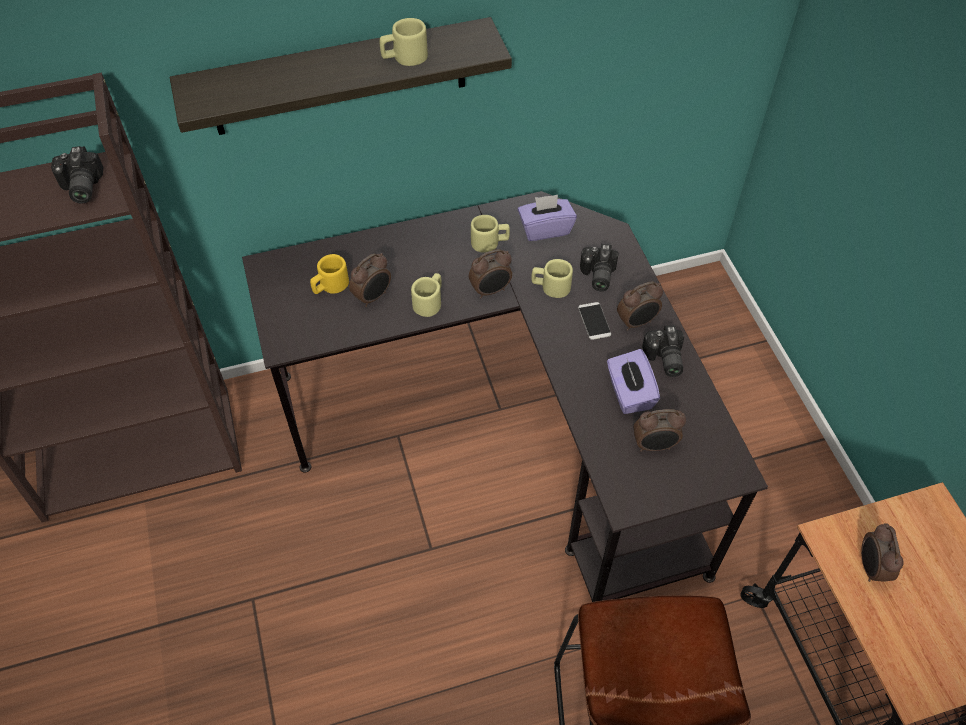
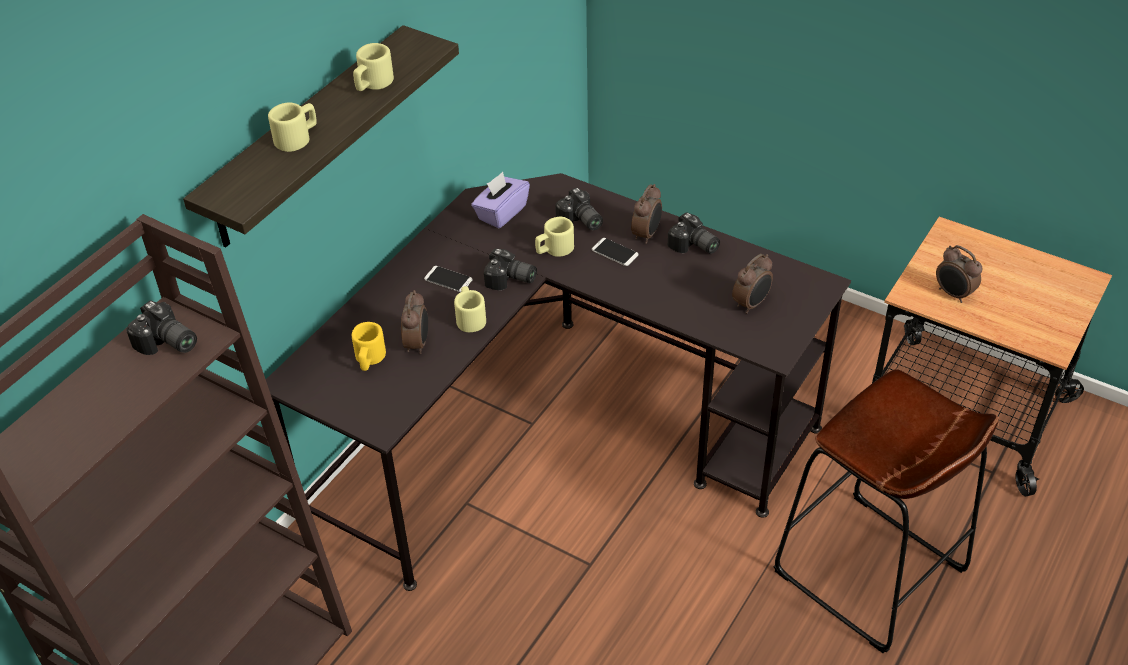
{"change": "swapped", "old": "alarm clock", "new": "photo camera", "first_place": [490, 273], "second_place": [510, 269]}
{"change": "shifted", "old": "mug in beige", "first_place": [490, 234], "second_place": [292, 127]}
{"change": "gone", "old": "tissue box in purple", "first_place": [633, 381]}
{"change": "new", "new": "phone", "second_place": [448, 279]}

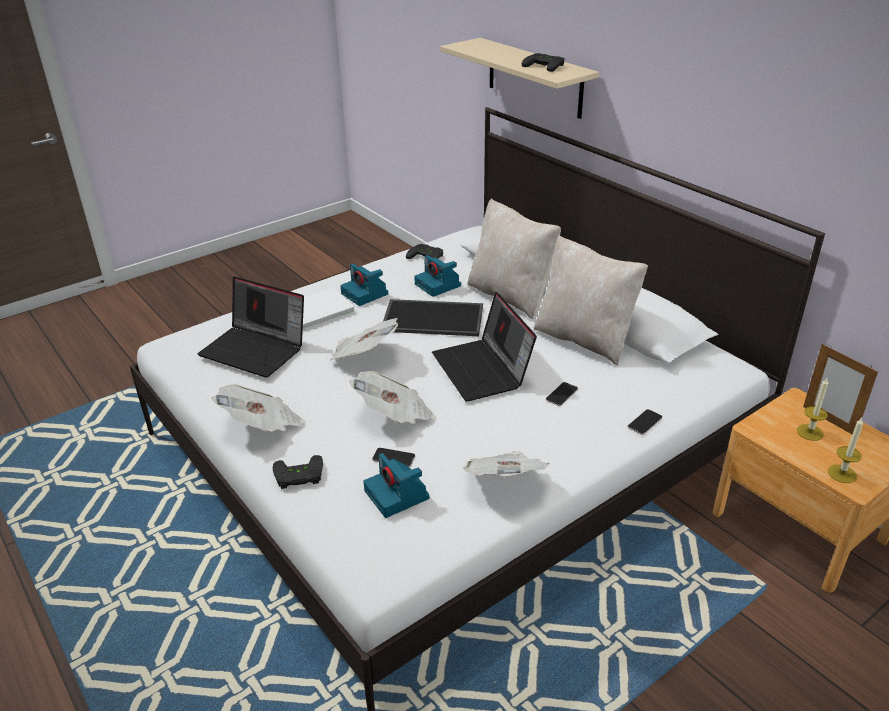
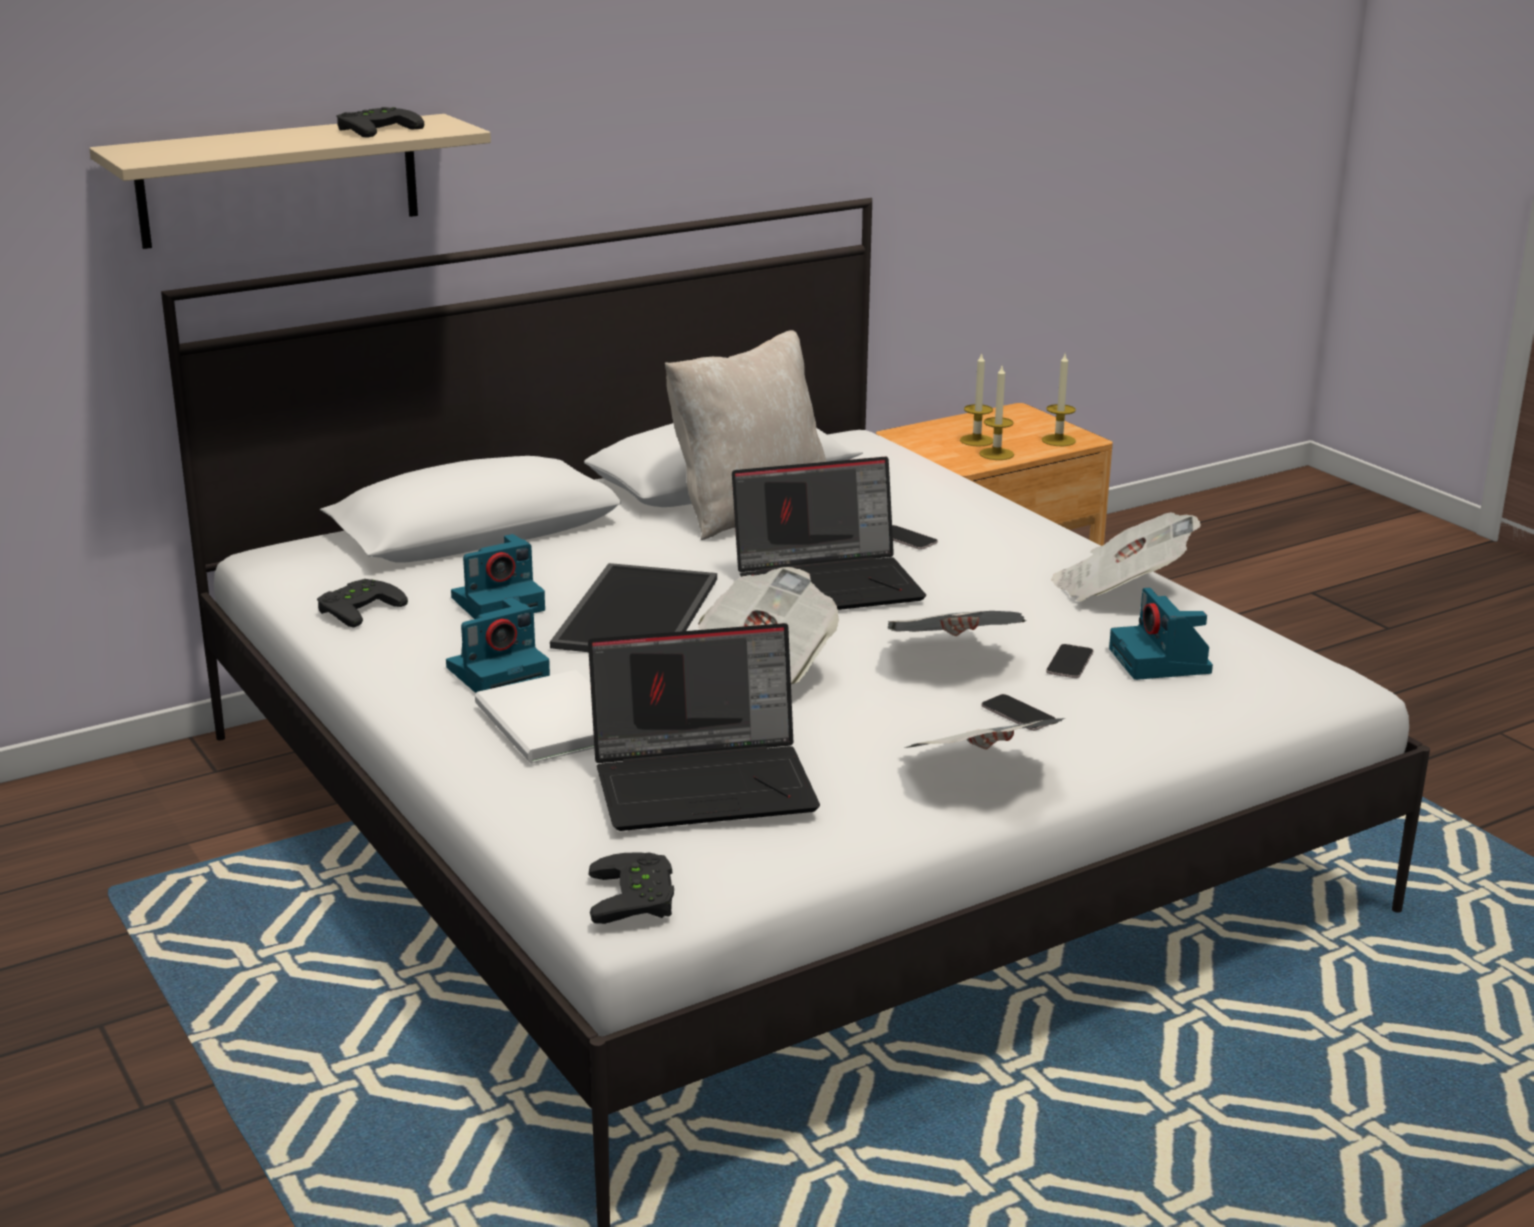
{"change": "rotated", "old": "laptop", "first_place": [251, 327], "second_place": [704, 727], "degrees": 45}
{"change": "shifted", "old": "game controller in black", "first_place": [298, 472], "second_place": [631, 888]}
{"change": "rotated", "old": "photo camera", "first_place": [396, 485], "second_place": [1161, 634], "degrees": 105}
{"change": "gone", "old": "pillow in beige", "first_place": [514, 258]}
{"change": "shifted", "old": "phone", "first_place": [645, 422], "second_place": [1018, 712]}
{"change": "gone", "old": "picture frame", "first_place": [840, 389]}
{"change": "new", "new": "candle", "second_place": [996, 413]}

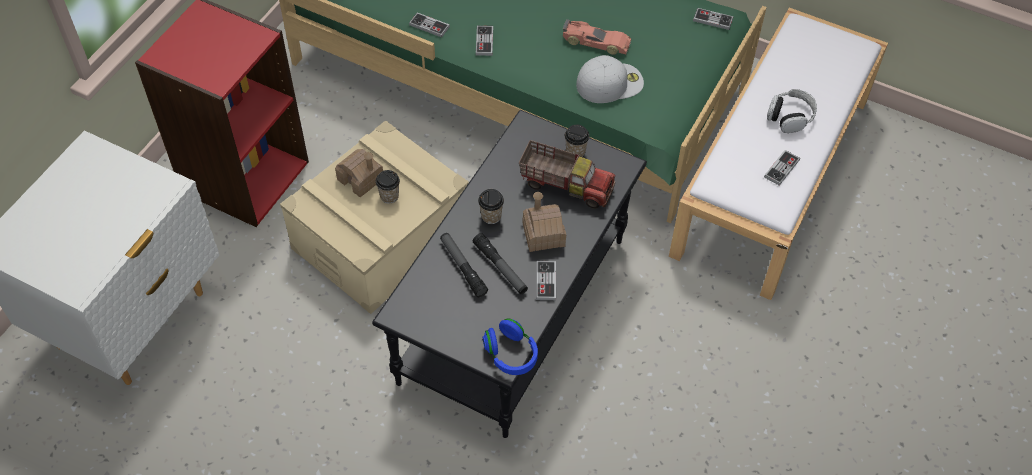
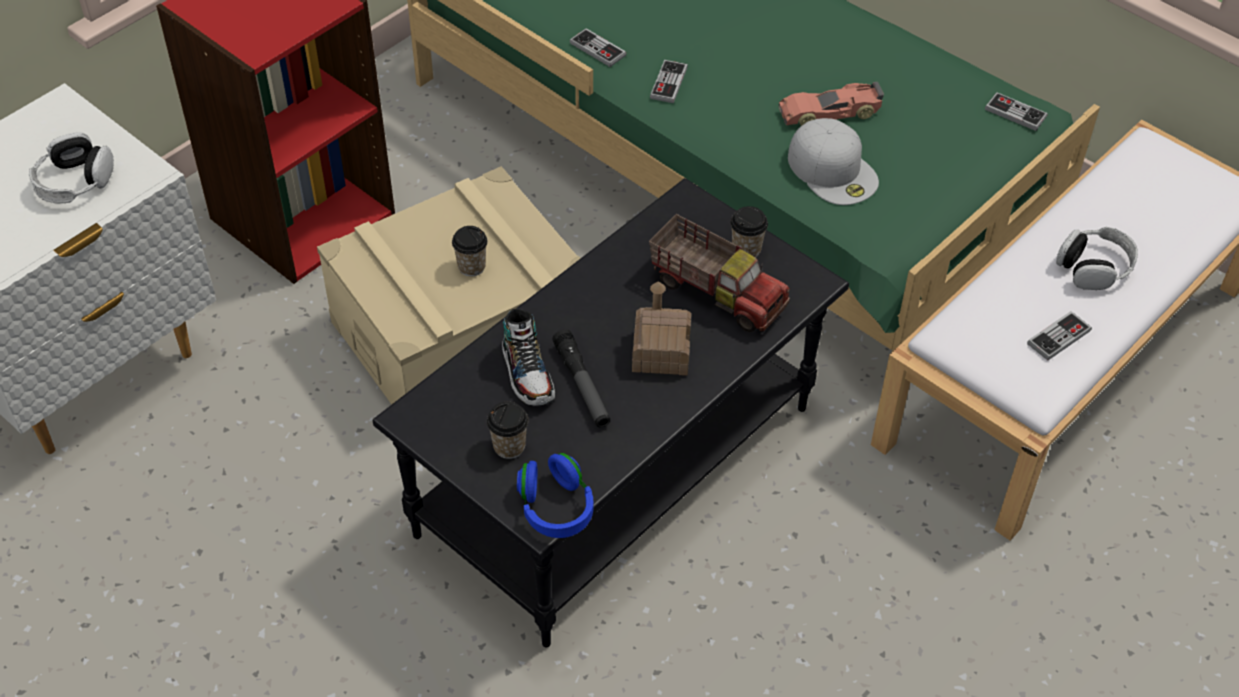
{"change": "gone", "old": "toy house", "first_place": [359, 173]}
{"change": "swapped", "old": "flashlight", "new": "shoe", "first_place": [464, 265], "second_place": [528, 357]}
{"change": "shifted", "old": "cup", "first_place": [491, 206], "second_place": [507, 430]}
{"change": "gone", "old": "game controller", "first_place": [546, 280]}
{"change": "rotated", "old": "toy car", "first_place": [597, 37], "second_place": [831, 104], "degrees": 135}
{"change": "rotated", "old": "cap in white", "first_place": [610, 79], "second_place": [833, 161], "degrees": 60}
{"change": "new", "new": "headphones", "second_place": [71, 168]}

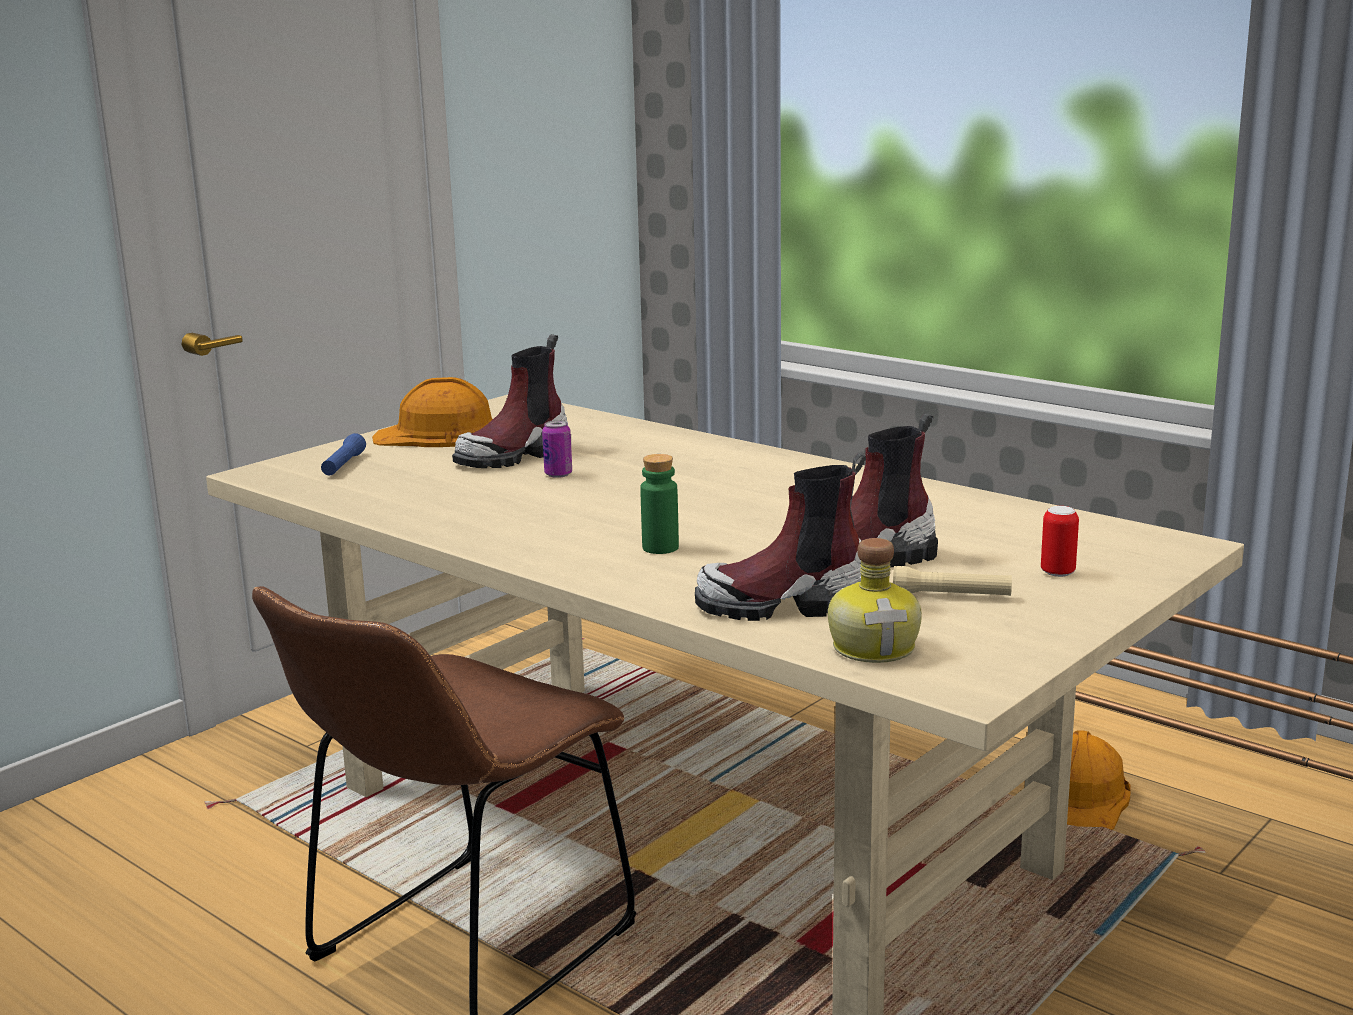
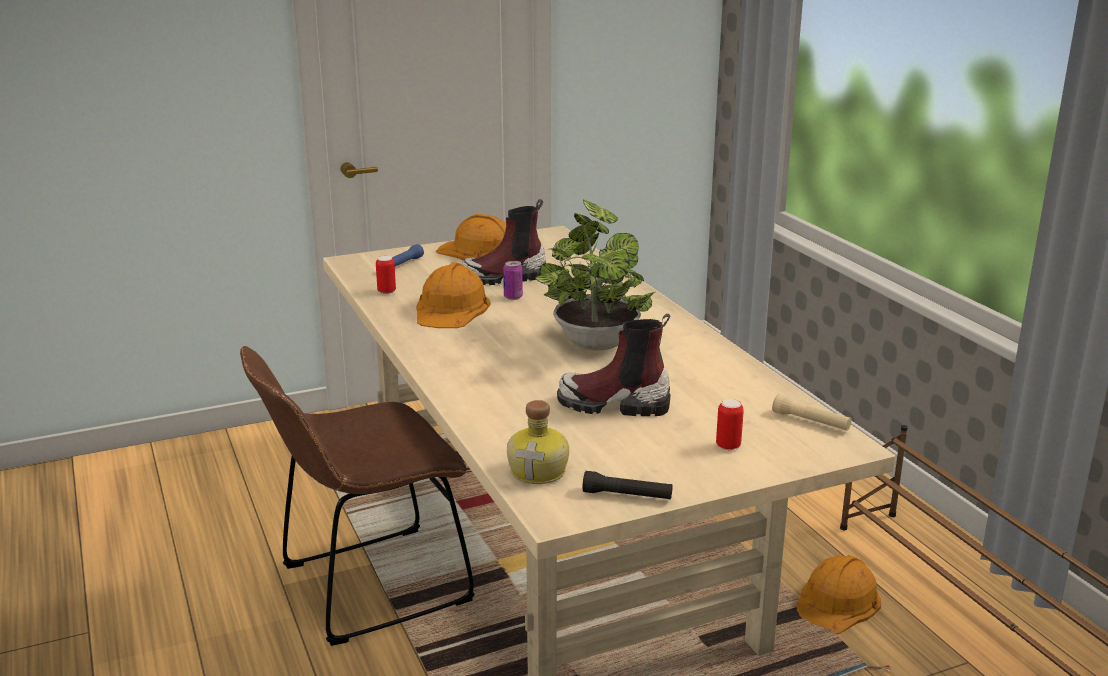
{"change": "gone", "old": "bottle in green", "first_place": [659, 504]}
{"change": "gone", "old": "boot", "first_place": [780, 536]}
{"change": "shifted", "old": "flashlight in beige", "first_place": [952, 581], "second_place": [812, 412]}
{"change": "new", "new": "can", "second_place": [386, 275]}
{"change": "new", "new": "hard hat in orange", "second_place": [453, 295]}
{"change": "new", "new": "potted plant", "second_place": [595, 275]}
{"change": "new", "new": "flashlight in black", "second_place": [628, 485]}

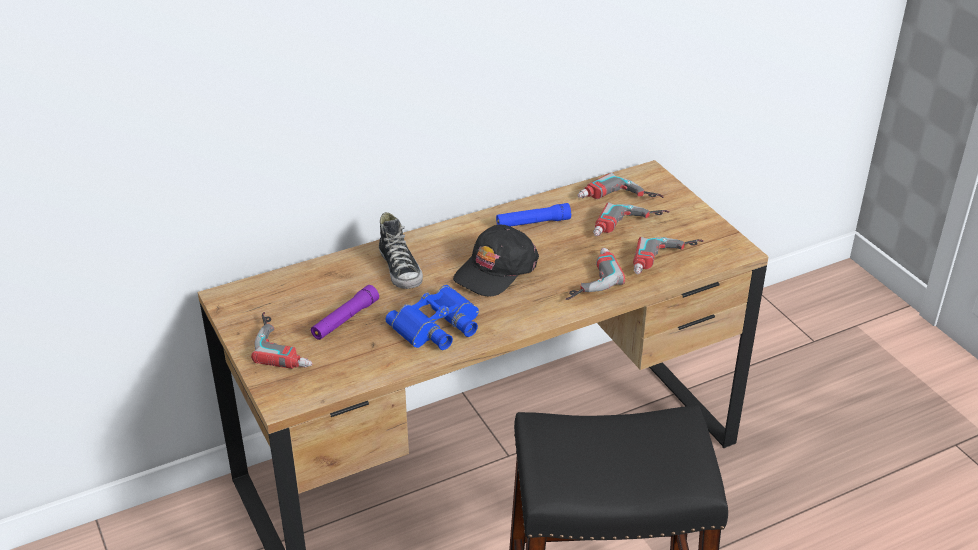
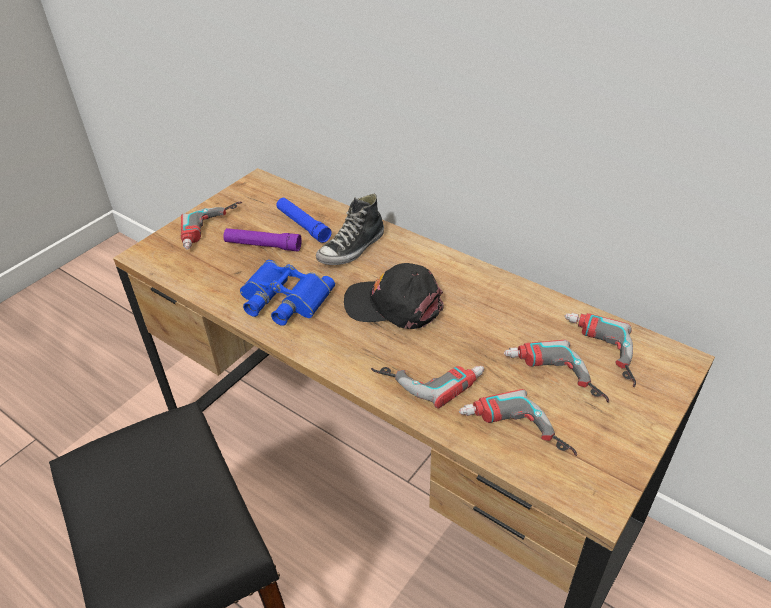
{"change": "shifted", "old": "flashlight in blue", "first_place": [533, 214], "second_place": [304, 220]}

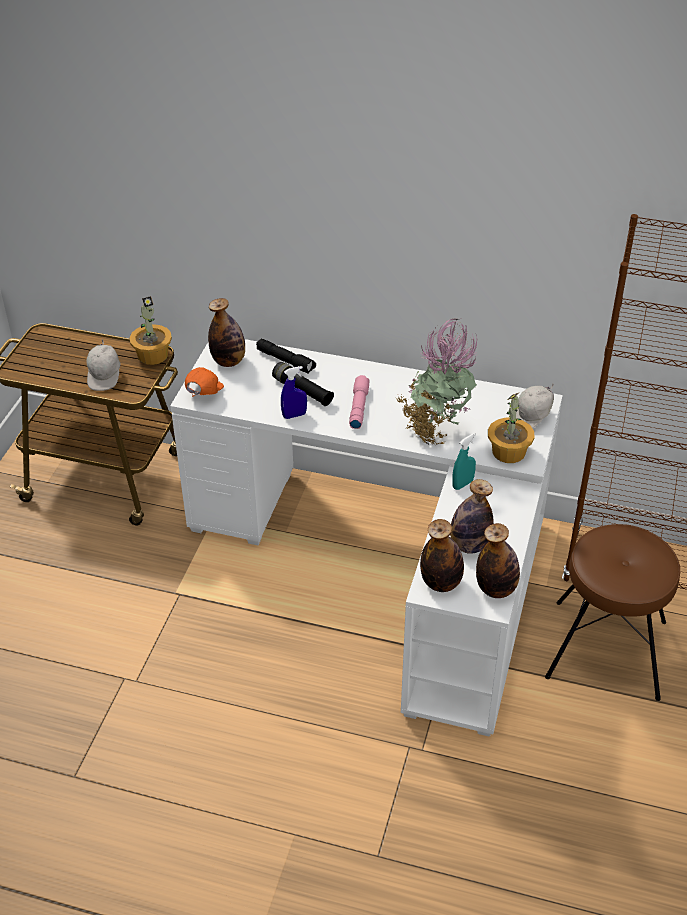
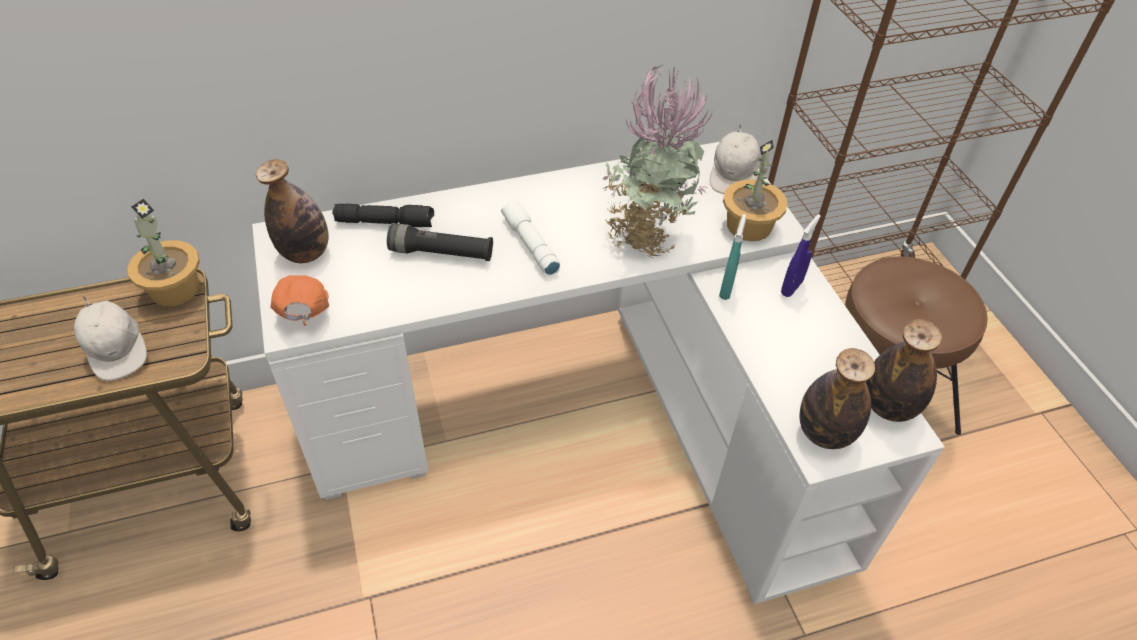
{"change": "shifted", "old": "spray bottle in blue", "first_place": [294, 392], "second_place": [801, 255]}
{"change": "repainted", "old": "flashlight in pink", "new": "flashlight in white", "first_place": [359, 402], "second_place": [530, 238]}
{"change": "gone", "old": "bottle", "first_place": [472, 516]}

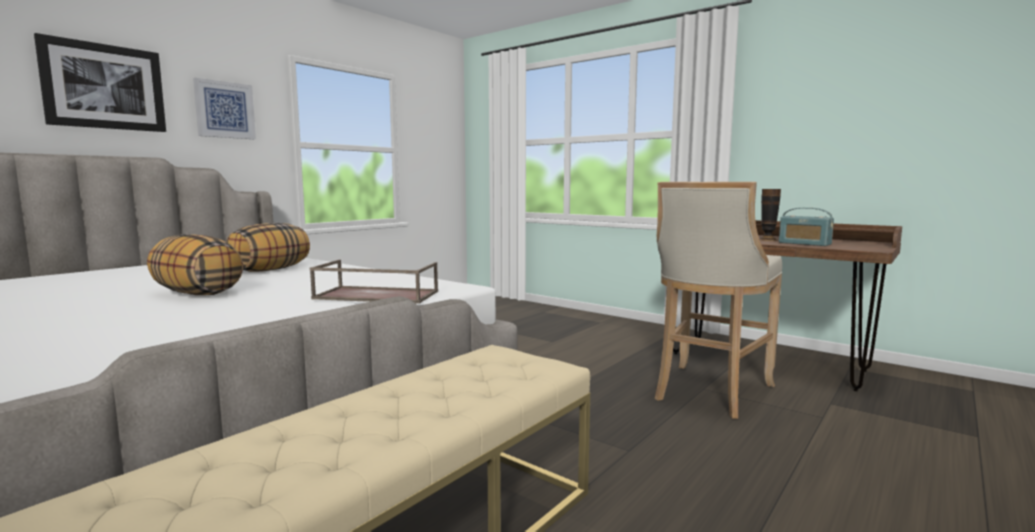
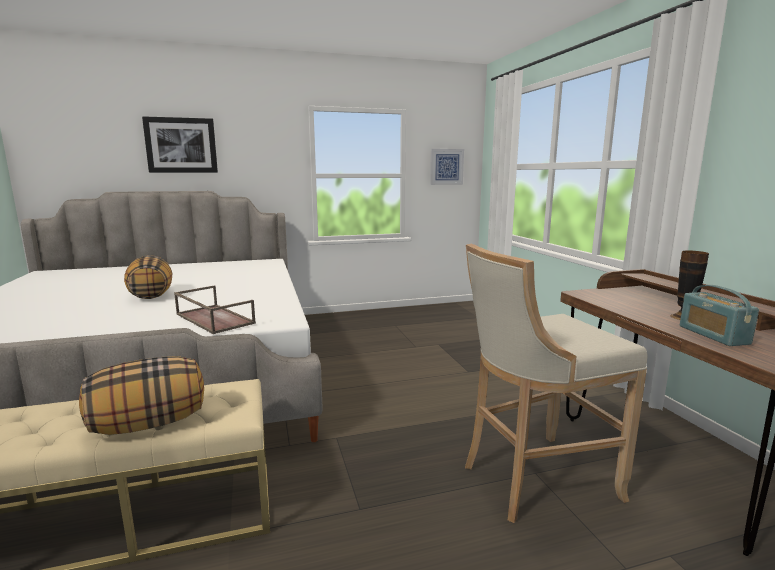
{"change": "shifted", "old": "picture", "first_place": [224, 108], "second_place": [447, 167]}
{"change": "shifted", "old": "pillow", "first_place": [268, 247], "second_place": [141, 395]}

